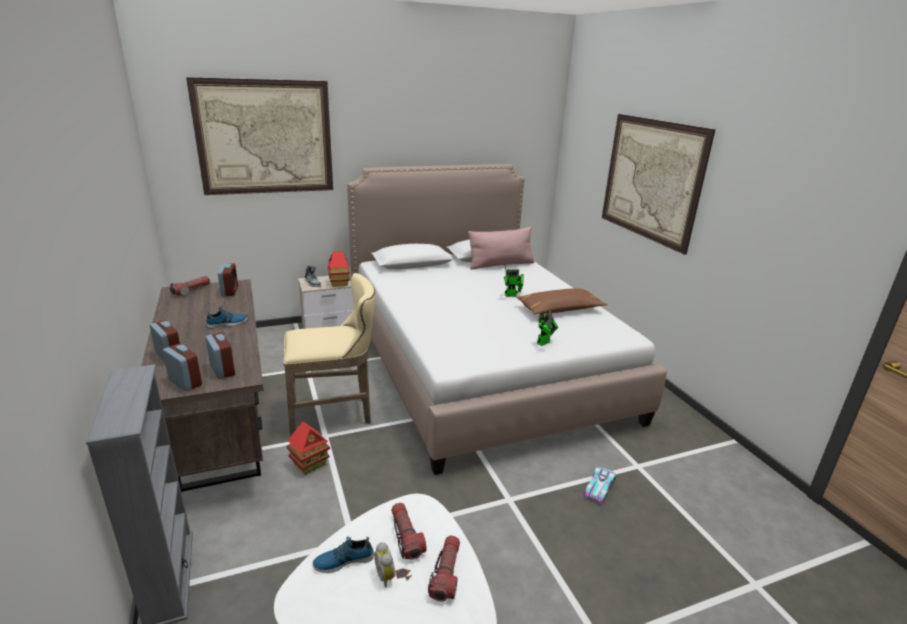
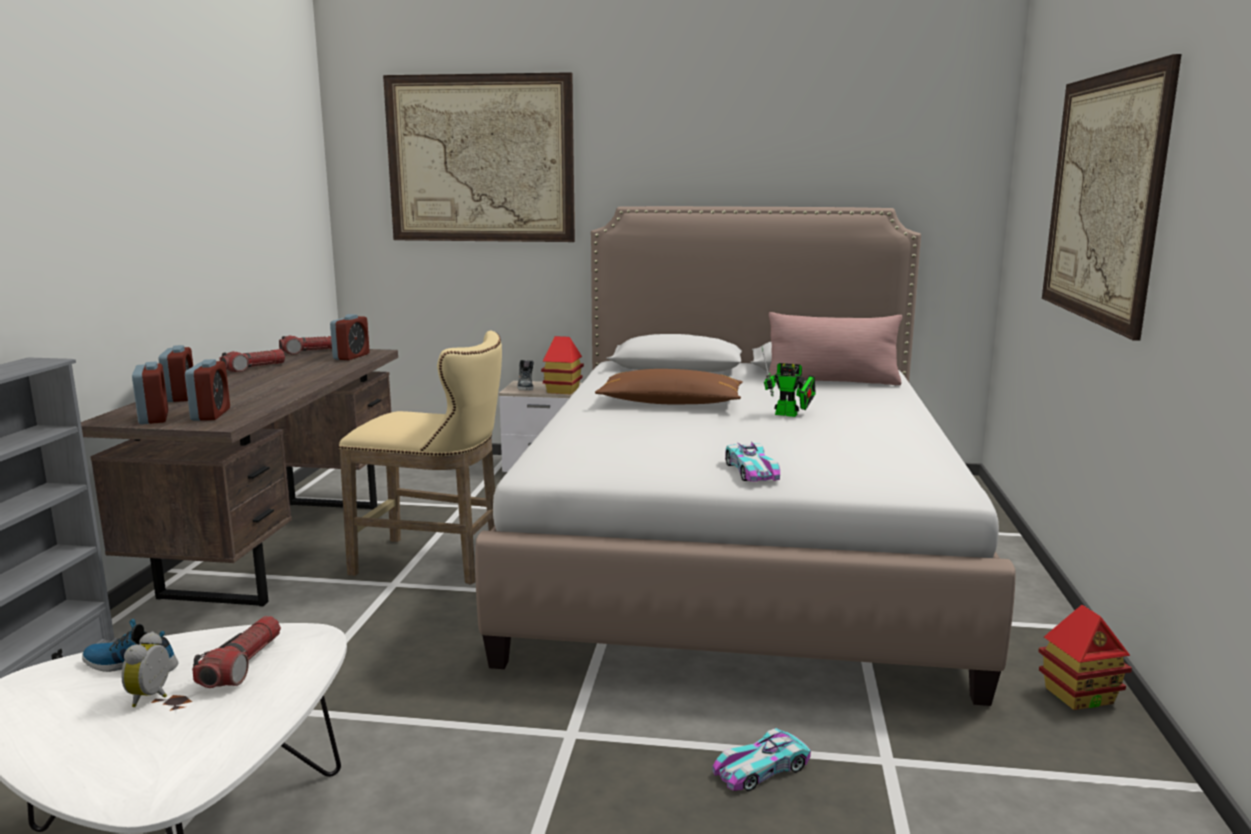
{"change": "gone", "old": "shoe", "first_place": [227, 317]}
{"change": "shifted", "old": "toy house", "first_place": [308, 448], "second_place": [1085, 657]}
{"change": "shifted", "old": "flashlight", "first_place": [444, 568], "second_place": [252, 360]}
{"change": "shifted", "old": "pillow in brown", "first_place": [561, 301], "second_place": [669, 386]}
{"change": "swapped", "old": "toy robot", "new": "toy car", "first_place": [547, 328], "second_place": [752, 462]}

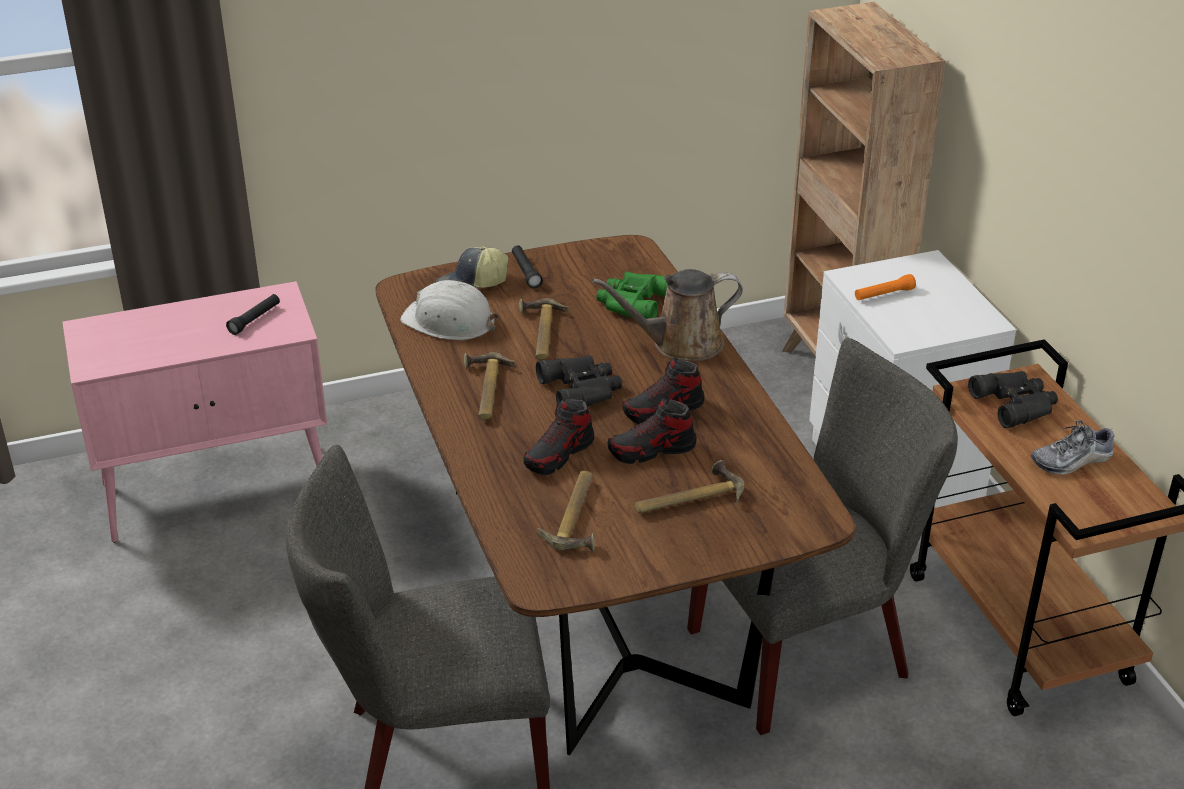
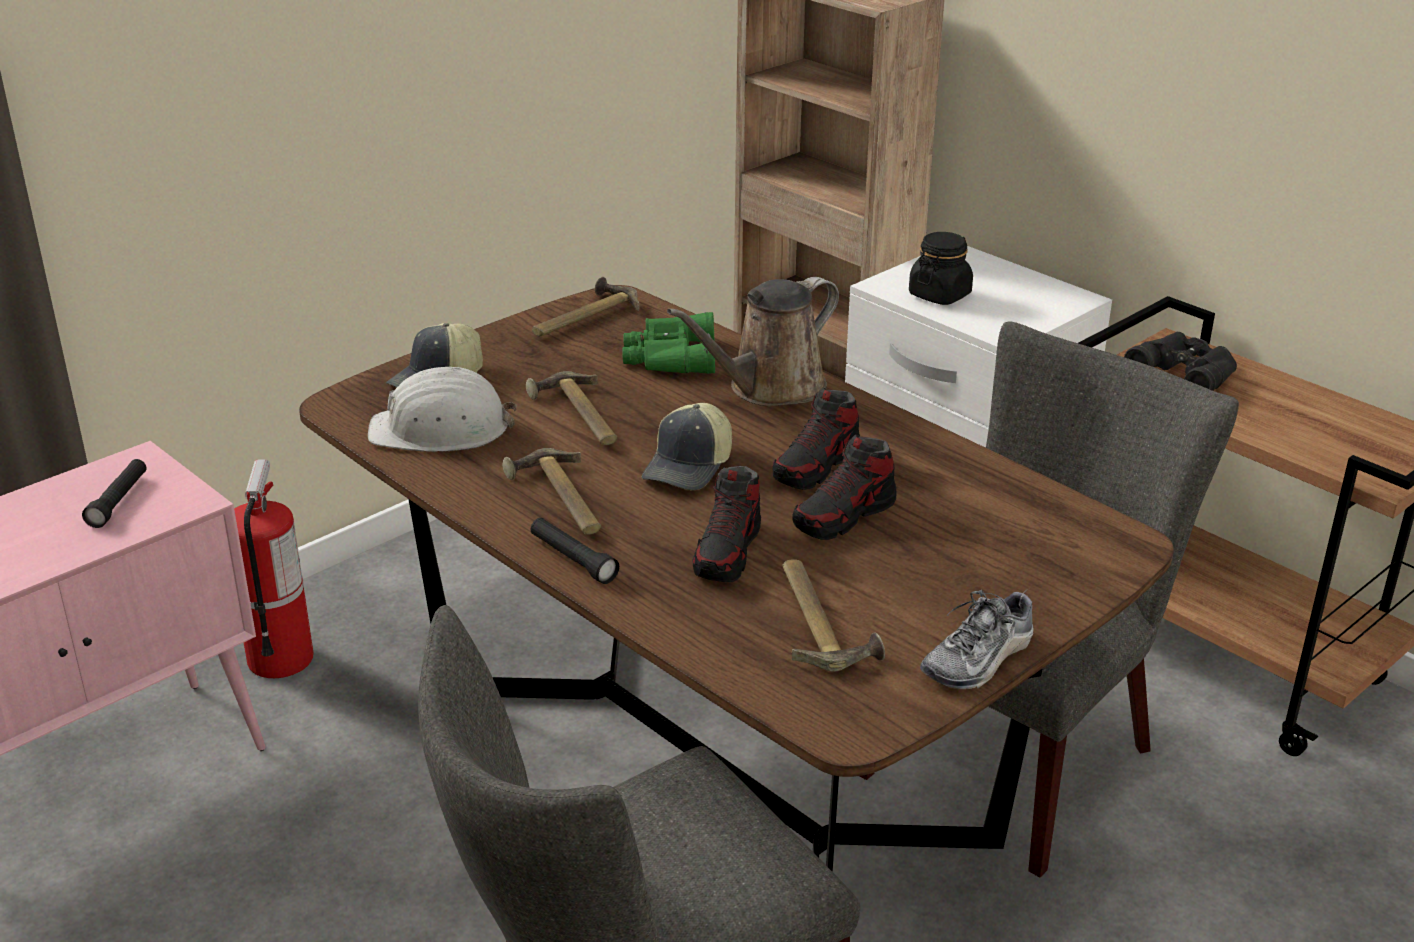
{"change": "shifted", "old": "flashlight in black", "first_place": [527, 266], "second_place": [575, 551]}
{"change": "swapped", "old": "binoculars in black", "new": "cap", "first_place": [579, 381], "second_place": [687, 447]}
{"change": "shifted", "old": "hammer", "first_place": [689, 486], "second_place": [585, 306]}
{"change": "swapped", "old": "flashlight in orange", "new": "jar in black", "first_place": [885, 287], "second_place": [941, 268]}
{"change": "shifted", "old": "shoe", "first_place": [1072, 447], "second_place": [977, 639]}
{"change": "new", "new": "fire extinguisher", "second_place": [274, 568]}

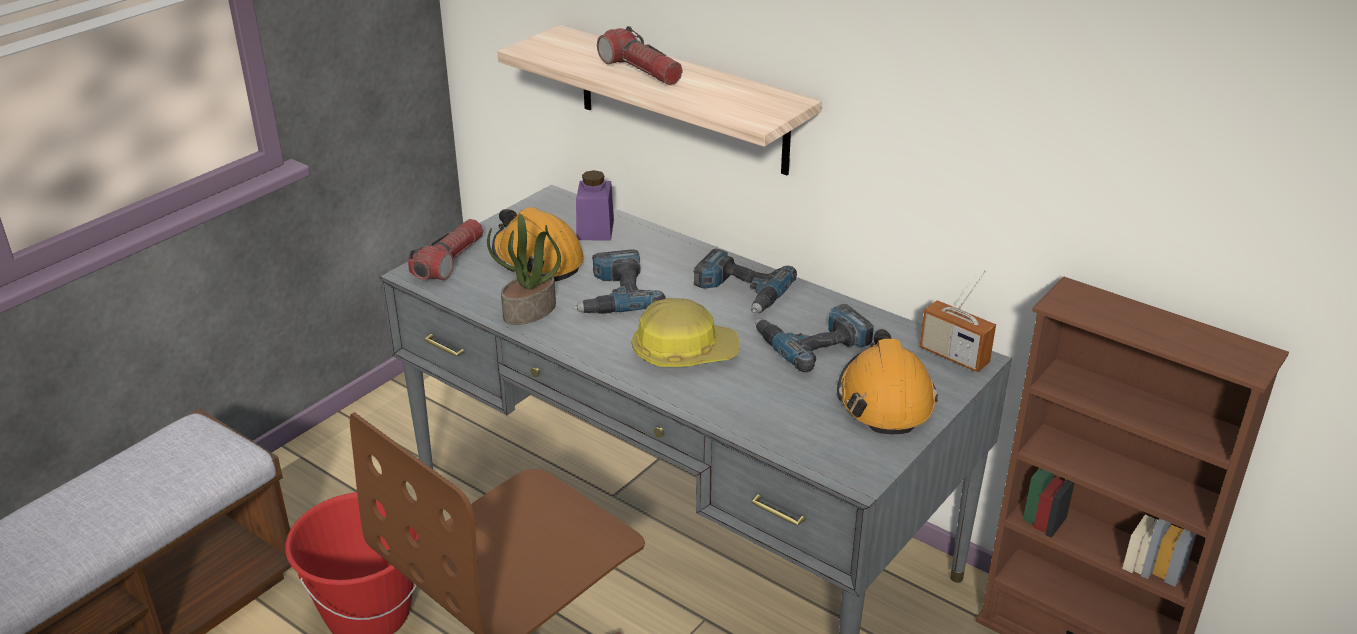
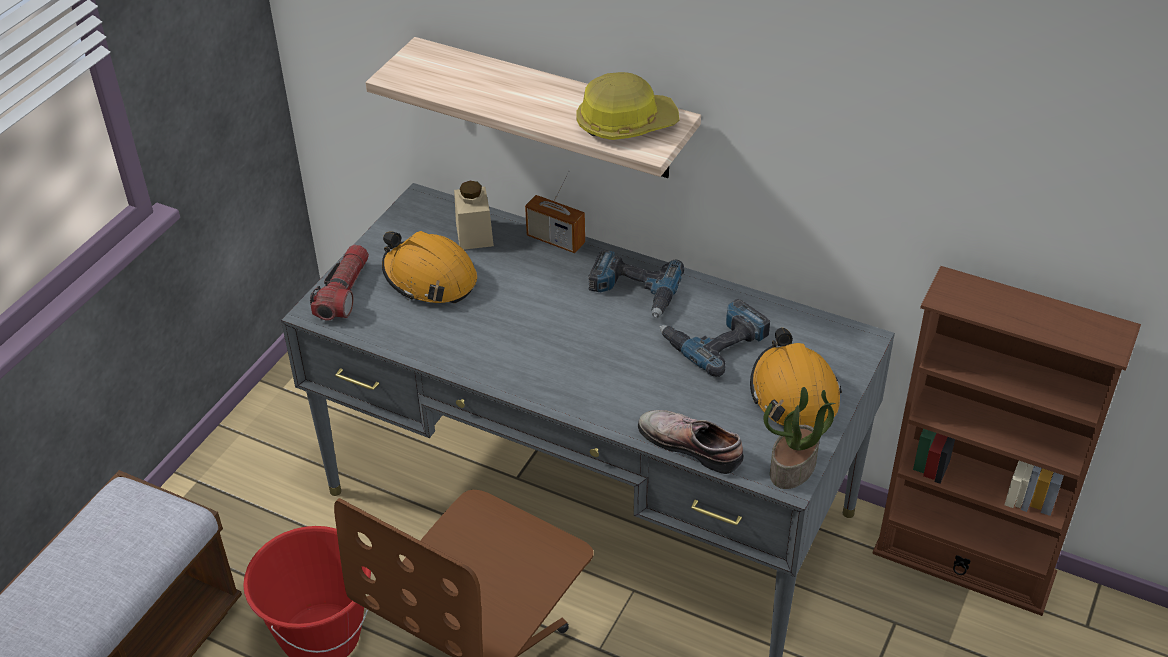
{"change": "shifted", "old": "potted plant", "first_place": [524, 269], "second_place": [800, 438]}
{"change": "gone", "old": "power drill", "first_place": [619, 281]}
{"change": "repainted", "old": "jar in purple", "new": "jar in beige", "first_place": [595, 205], "second_place": [474, 215]}
{"change": "gone", "old": "flashlight", "first_place": [640, 55]}
{"change": "shifted", "old": "hard hat", "first_place": [686, 332], "second_place": [628, 106]}
{"change": "shifted", "old": "radio", "first_place": [957, 321], "second_place": [555, 211]}
{"change": "new", "new": "shoe", "second_place": [691, 442]}

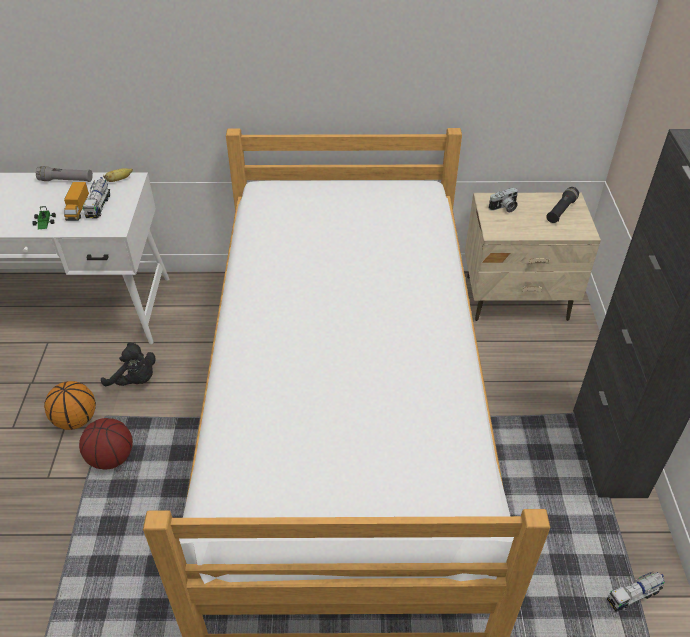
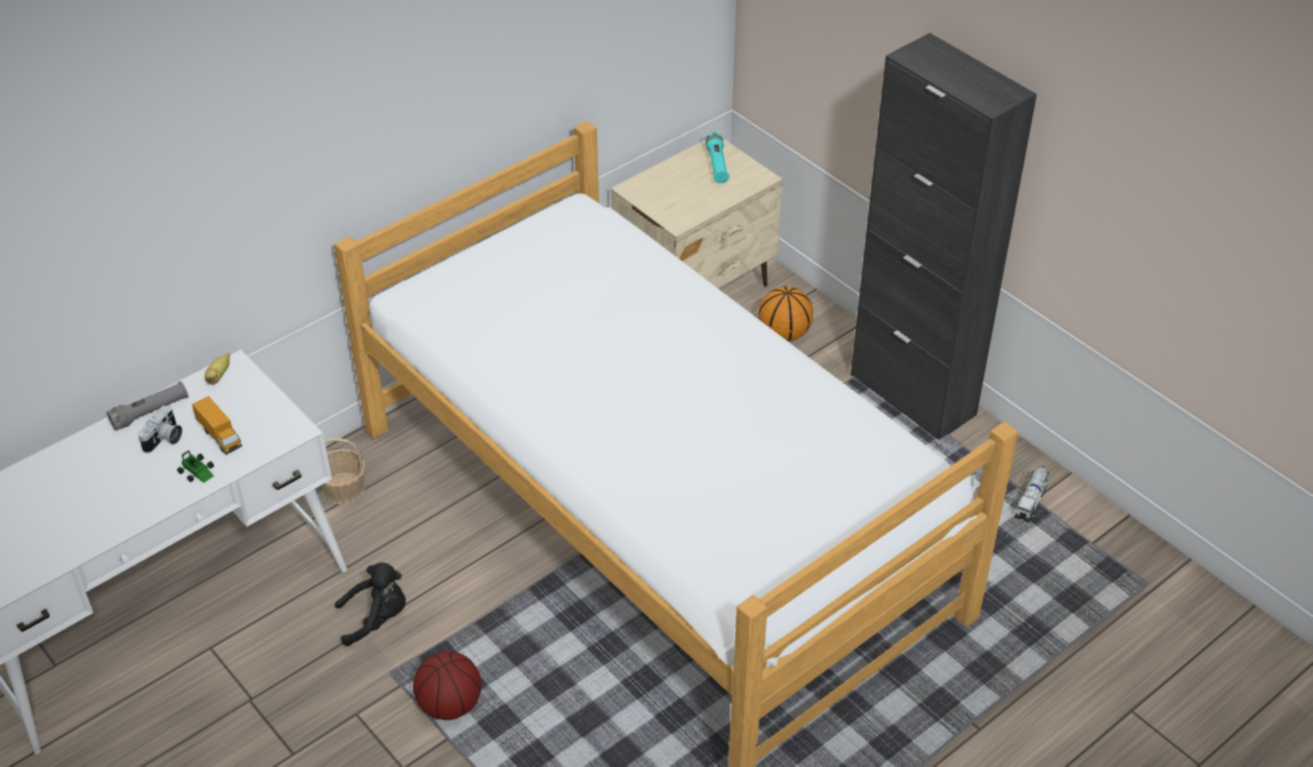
{"change": "shifted", "old": "basketball", "first_place": [70, 405], "second_place": [786, 313]}
{"change": "gone", "old": "toy truck", "first_place": [96, 198]}
{"change": "shifted", "old": "photo camera", "first_place": [503, 200], "second_place": [160, 429]}
{"change": "repainted", "old": "flashlight in black", "new": "flashlight in turquoise", "first_place": [562, 205], "second_place": [717, 157]}
{"change": "new", "new": "basket", "second_place": [344, 471]}

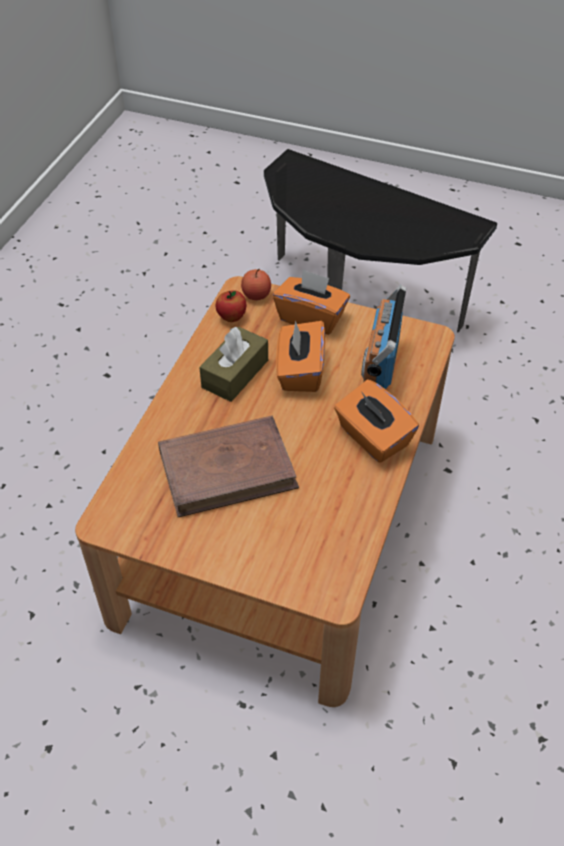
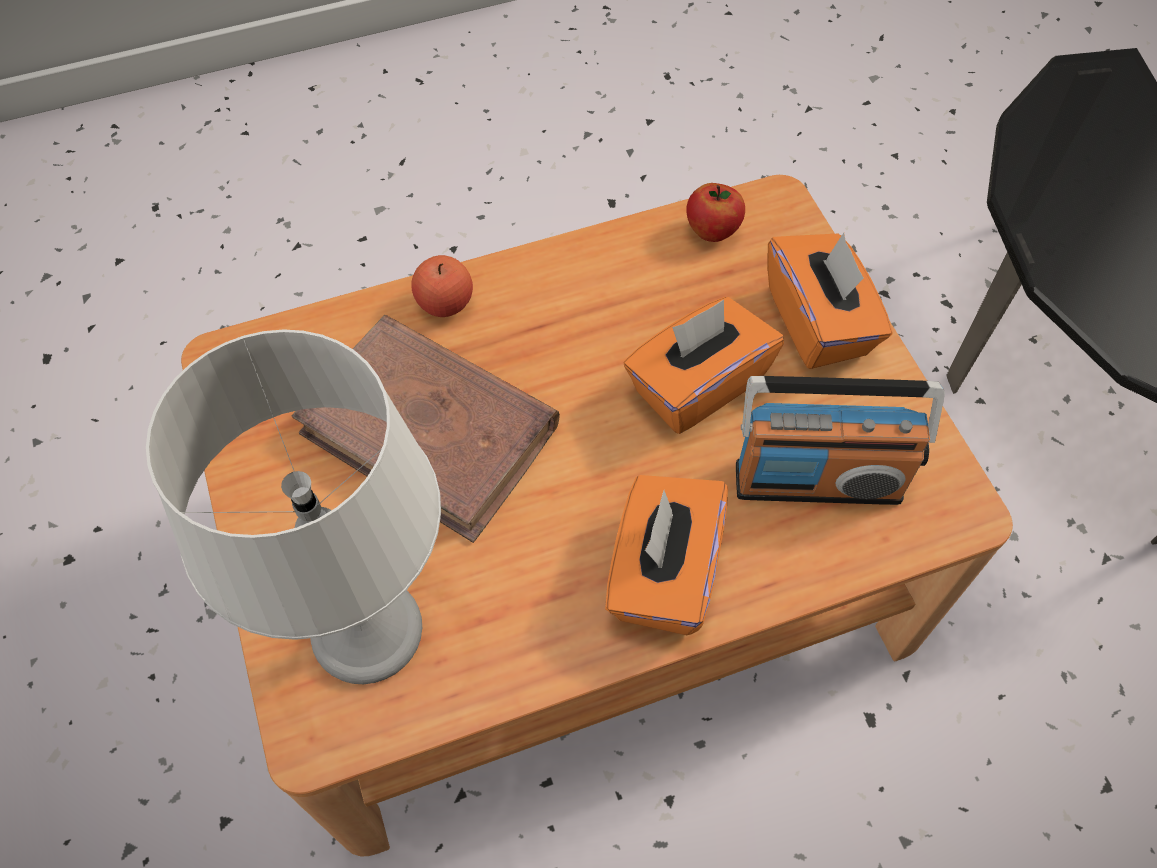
{"change": "gone", "old": "tissue box in brown", "first_place": [233, 364]}
{"change": "shifted", "old": "apple", "first_place": [256, 284], "second_place": [442, 286]}
{"change": "rotated", "old": "radio", "first_place": [383, 337], "second_place": [840, 440], "degrees": -150}
{"change": "new", "new": "table lamp in grey", "second_place": [293, 506]}

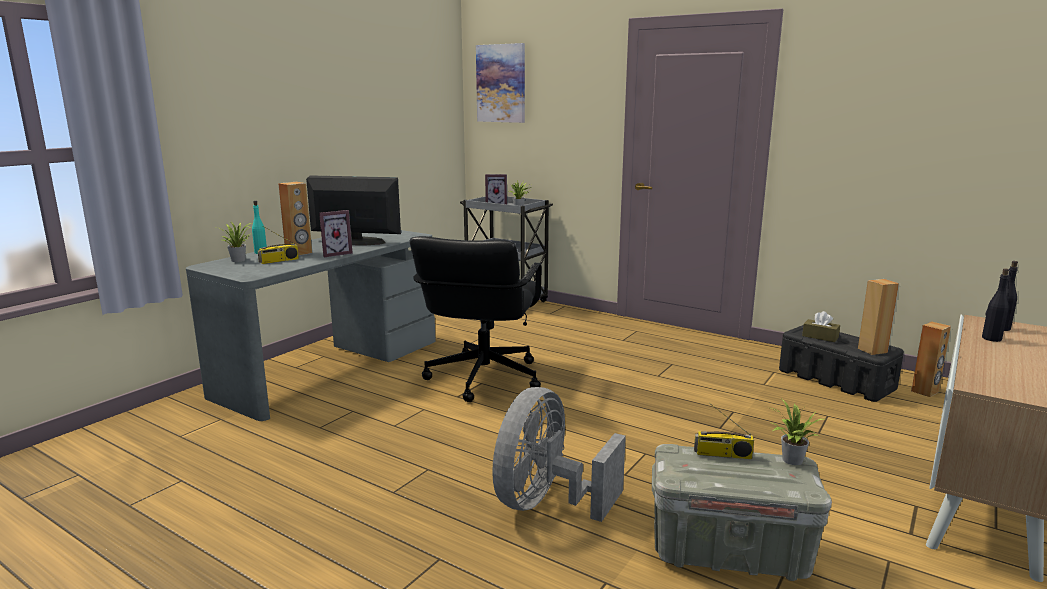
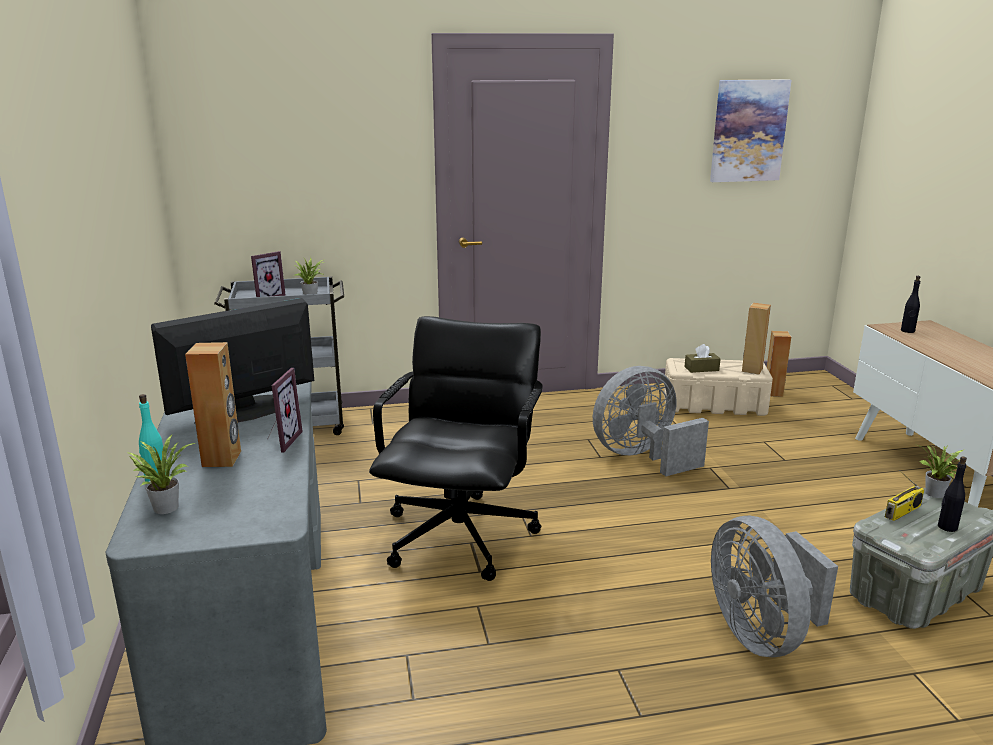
{"change": "gone", "old": "radio", "first_place": [278, 245]}
{"change": "rotated", "old": "office chair in black", "first_place": [476, 319], "second_place": [456, 448], "degrees": -135}
{"change": "shifted", "old": "picture", "first_place": [500, 83], "second_place": [750, 130]}
{"change": "repainted", "old": "storage box in black", "new": "storage box in beige", "first_place": [841, 363], "second_place": [718, 387]}
{"change": "shifted", "old": "bottle in black", "first_place": [995, 305], "second_place": [952, 494]}
{"change": "new", "new": "fan in grey", "second_place": [651, 421]}

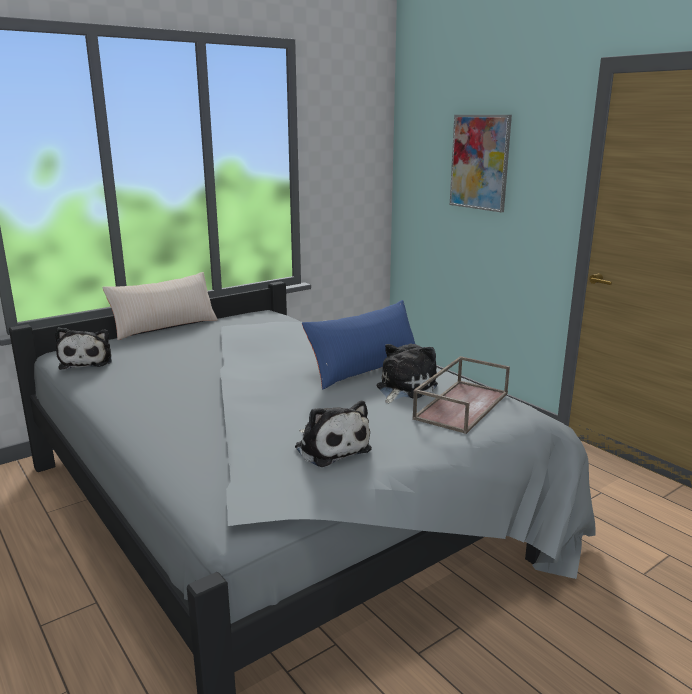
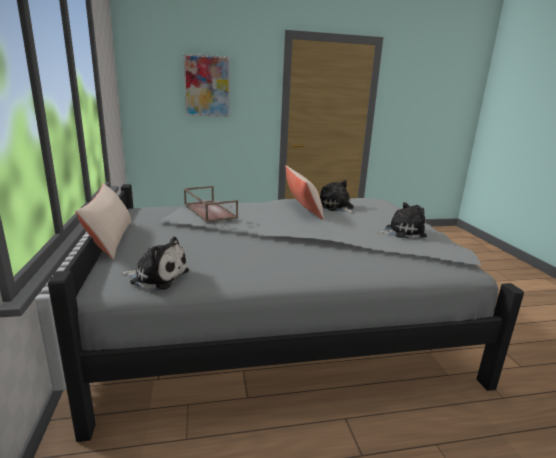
{"change": "repainted", "old": "pillow in blue", "new": "pillow in beige", "first_place": [358, 345], "second_place": [304, 192]}
{"change": "shifted", "old": "tray in brown", "first_place": [461, 395], "second_place": [211, 204]}

